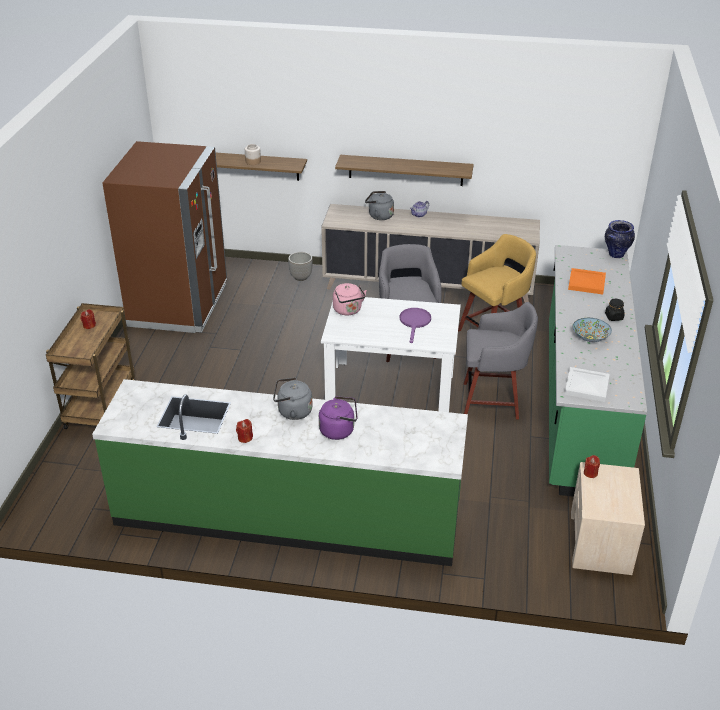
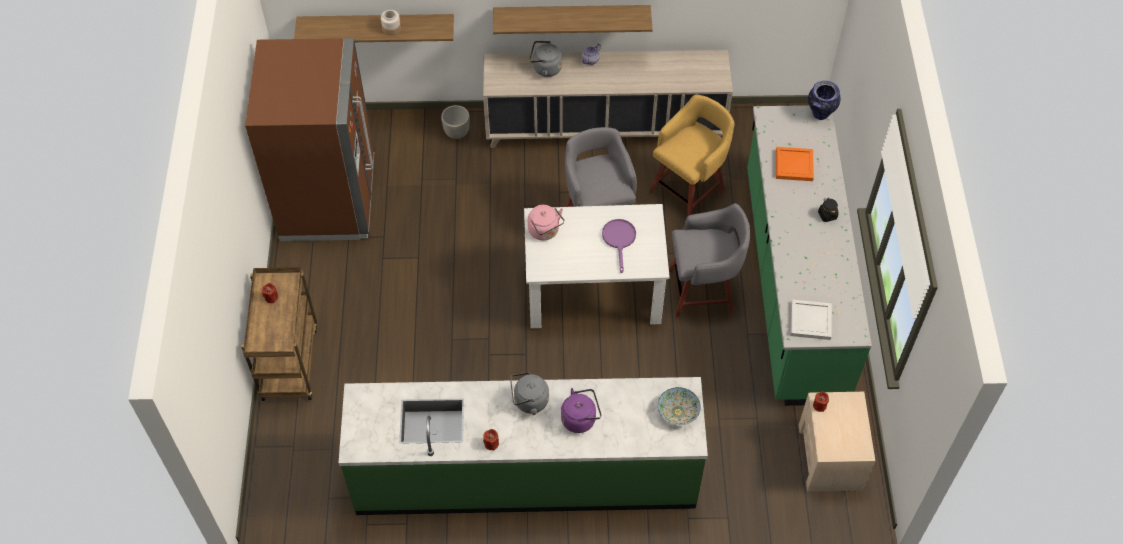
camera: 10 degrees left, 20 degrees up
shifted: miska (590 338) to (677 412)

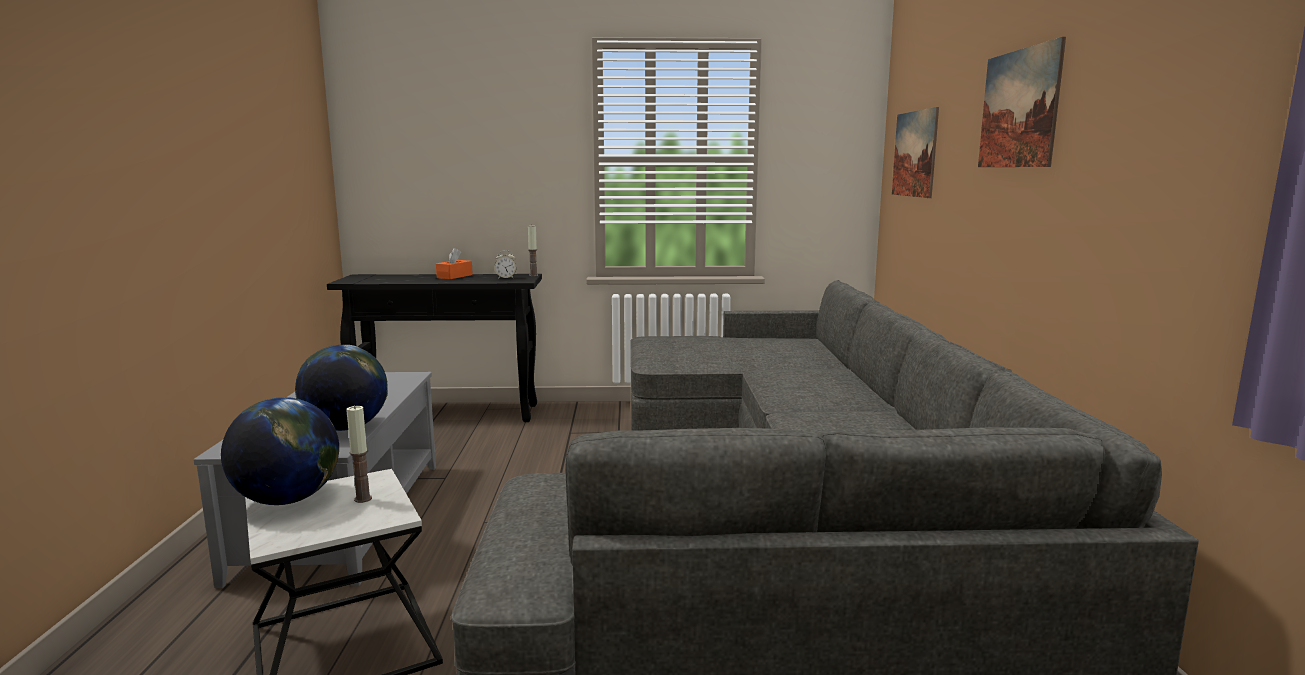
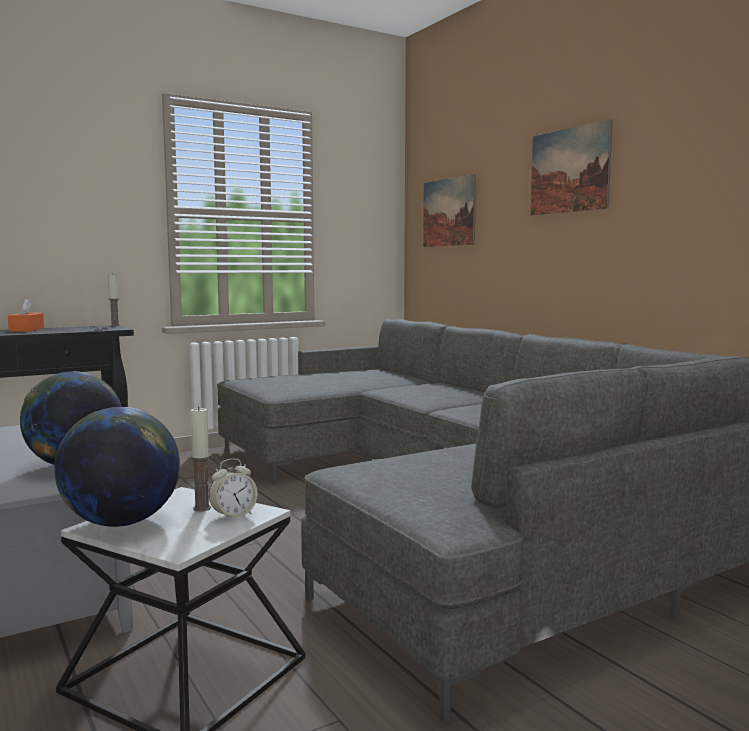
camera: 30 degrees left, 5 degrees down
shifted: budzik (506 278) to (233 515)

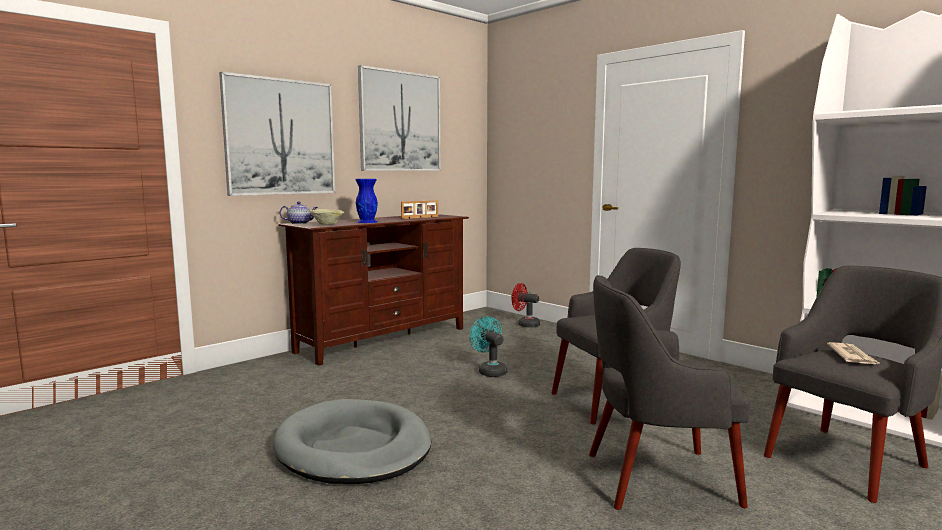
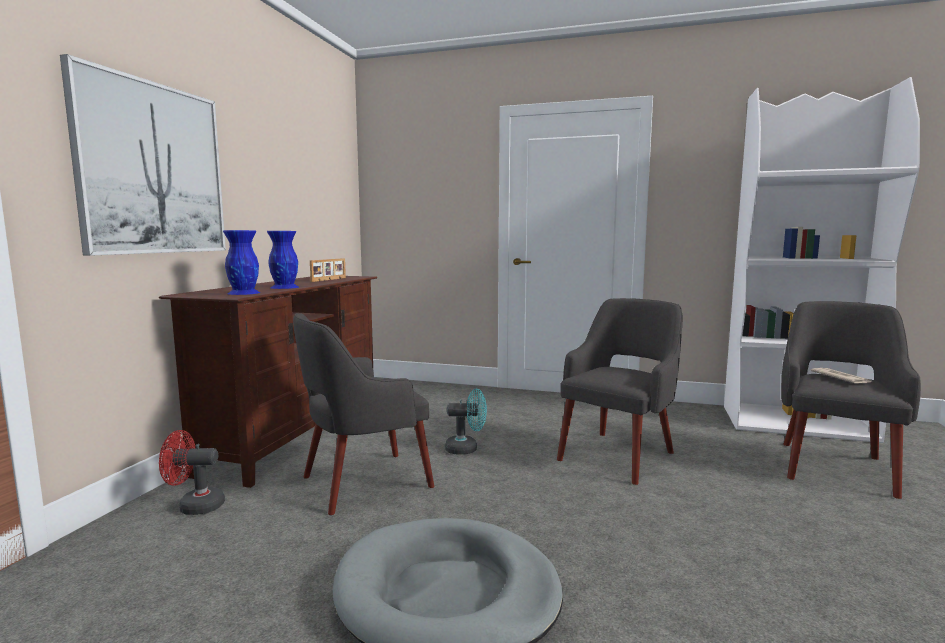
camera: 30 degrees left, 0 degrees up
gone: obraz (400 121); imbryk (300 223)
shifted: fotel/szary (657 478) to (364 482); wentylator/czerwony (525 324) to (194 506)
swapped: miska/beżowy (328 224) to wazon/niebieski (244 293)
rotated: wentylator/turkusowy (489 371) = (466 449) 150 degrees clockwise

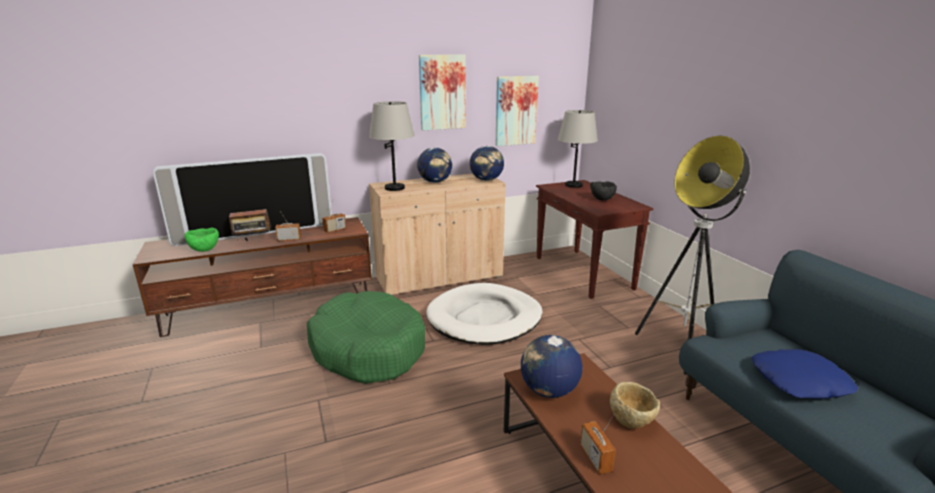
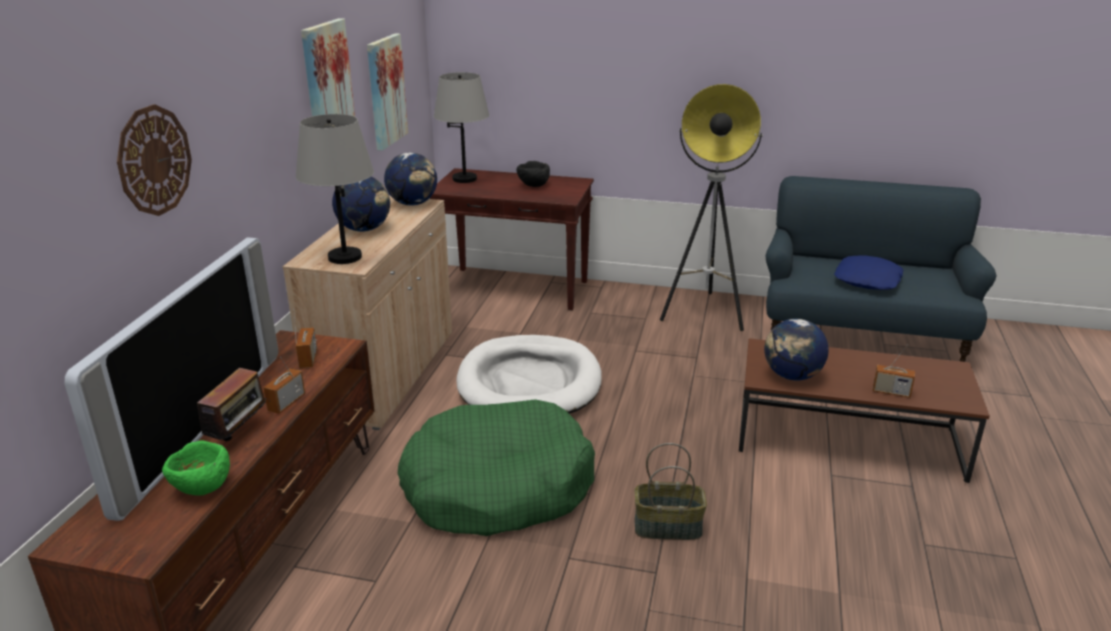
camera: 55 degrees left, 5 degrees up
gone: miska/beżowy (632 421)
new: zegar ścienny (154 160); koszyk (668 527)

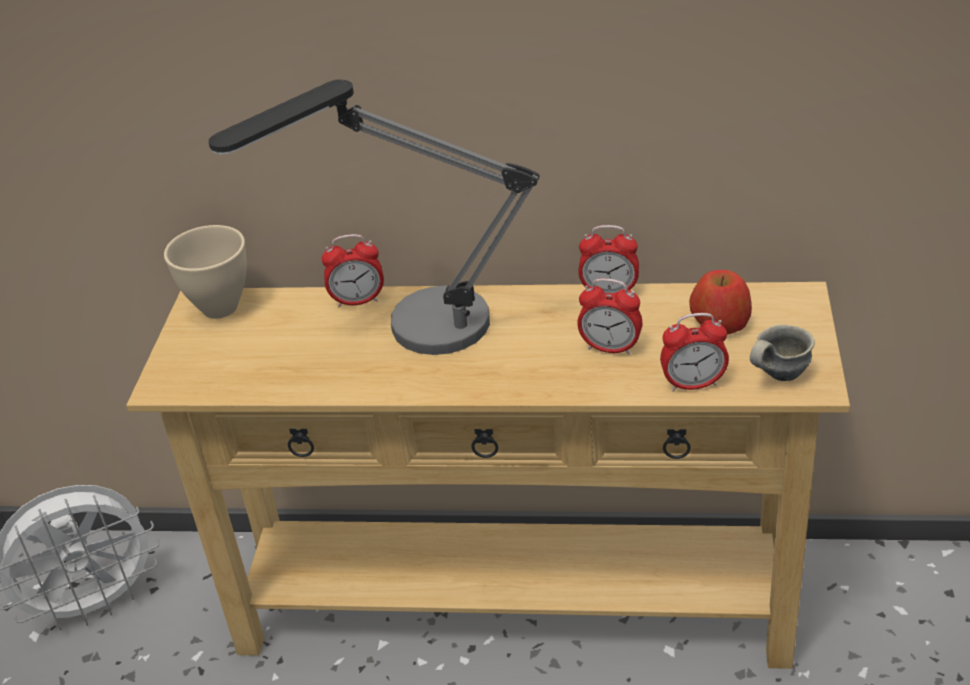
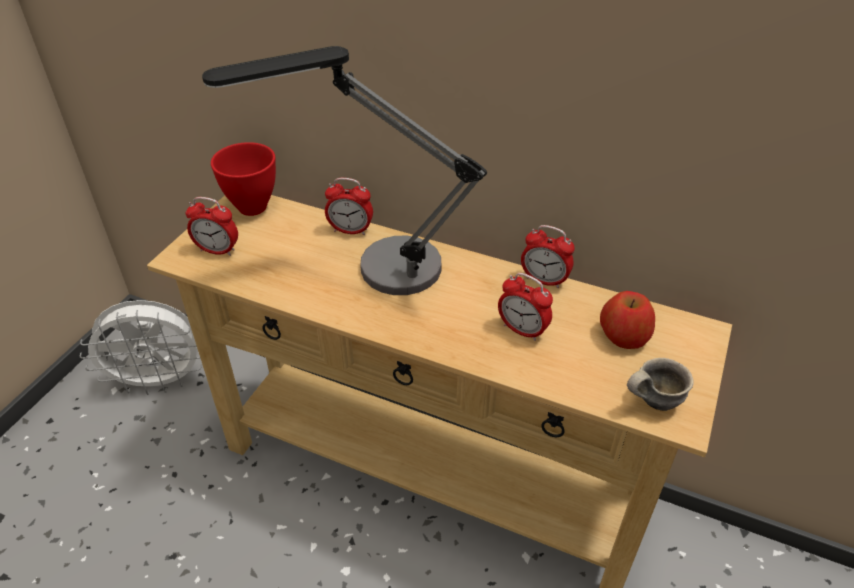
camera: 15 degrees right, 5 degrees up
shifted: budzik (693 384) to (218 250)
repainted: miska/beżowy (220 306) to miska/czerwony (253 206)

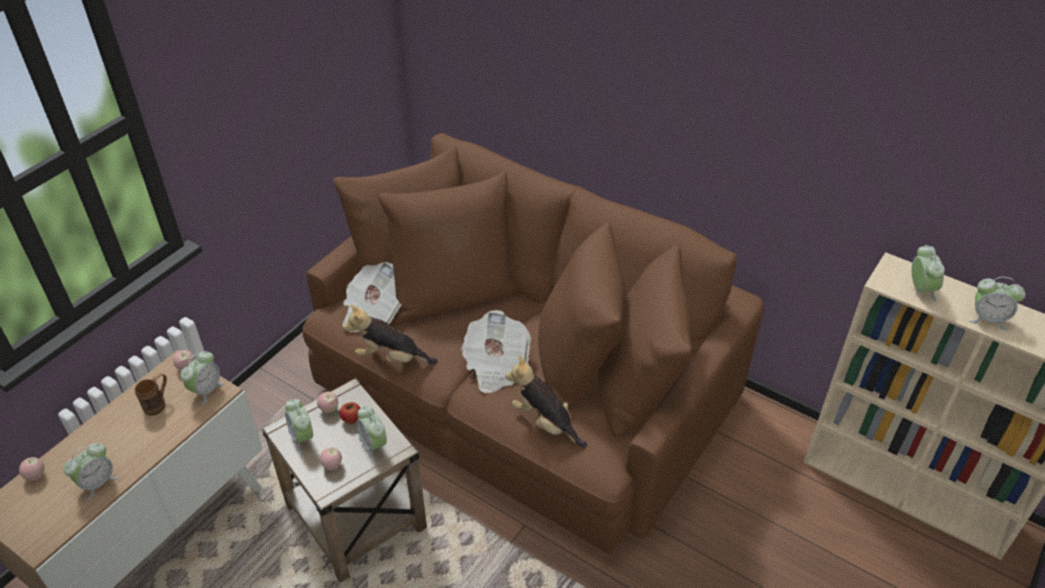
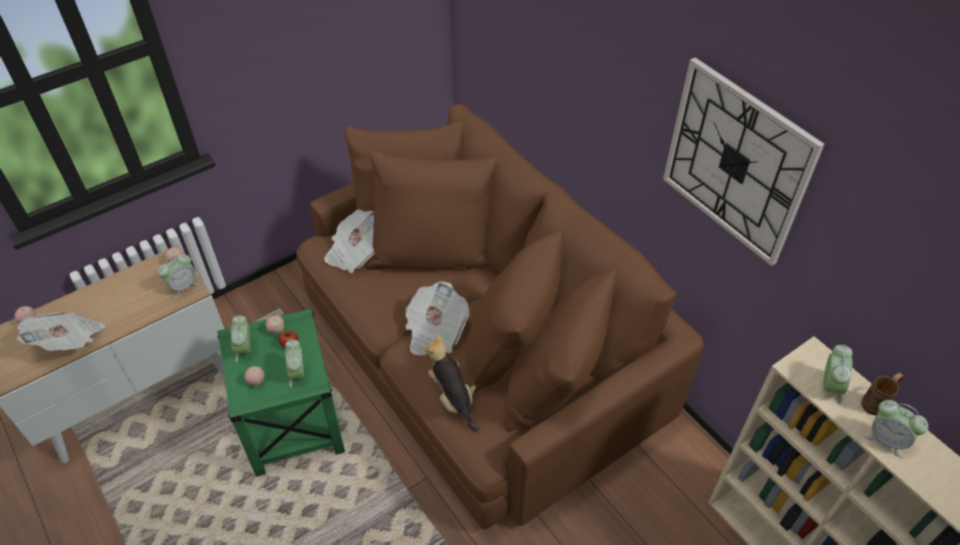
camera: 20 degrees right, 5 degrees up
gone: pluszak (391 357)
new: zegar ścienny (736 162)
shifted: kubek/brązowy (159 404) to (877 402)
swapped: budzik (97 483) to gazeta (69 341)
repainted: stolik/beżowy (356 517) to stolik/zielony (293 424)

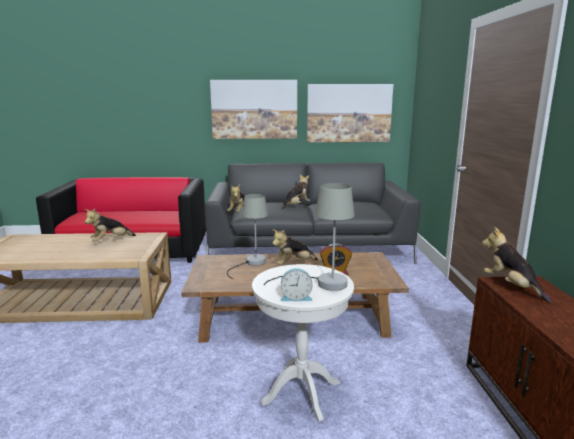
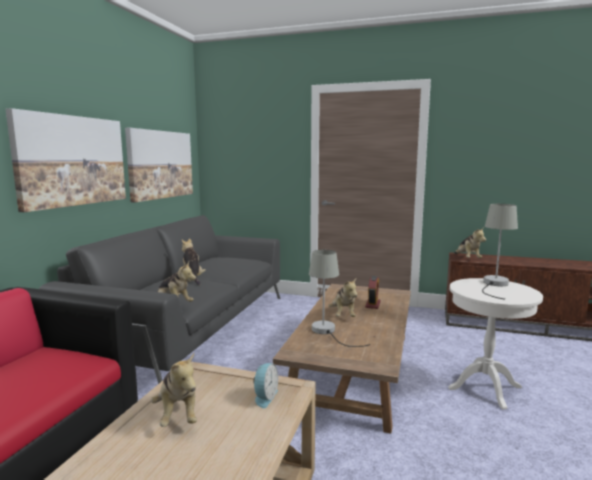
camera: 70 degrees left, 5 degrees down
shifted: budzik (296 297) to (264 397)
rotated: pluszak (511 286) = (467 259) 90 degrees counterclockwise

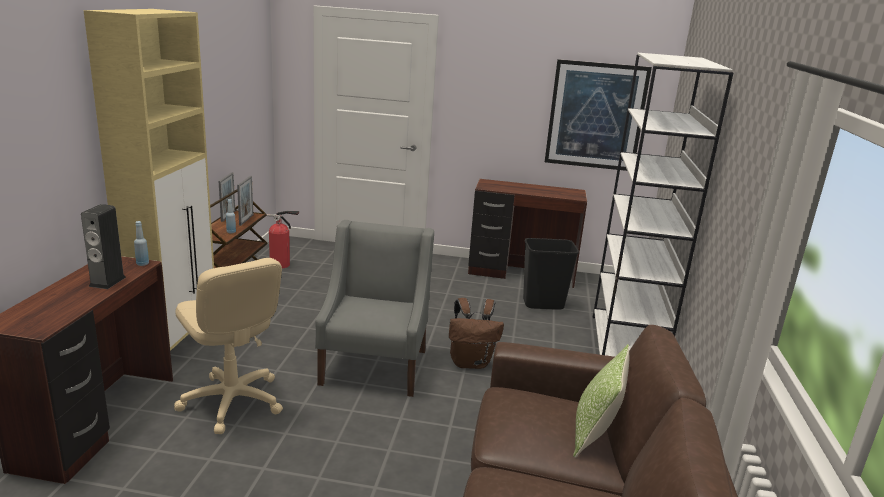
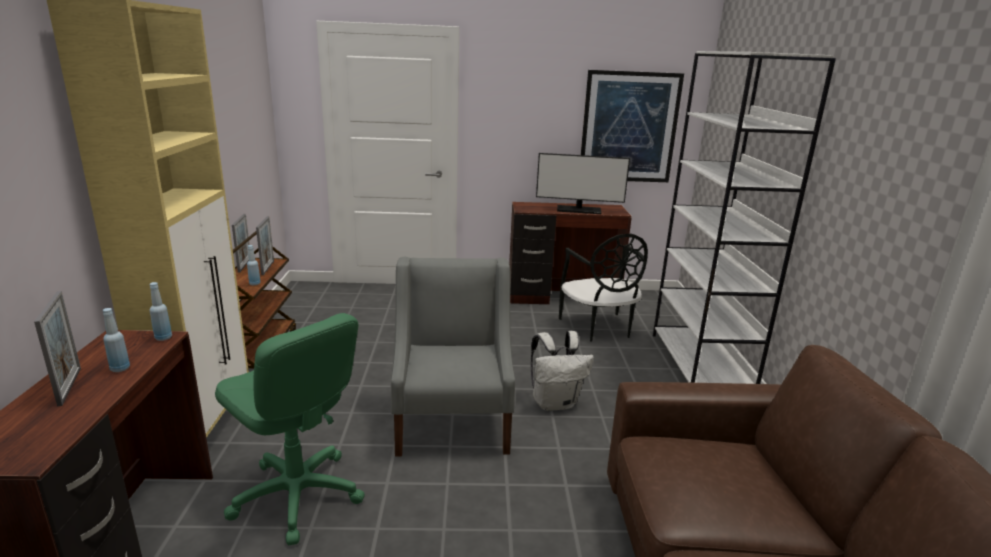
camera: 10 degrees left, 0 degrees up
gone: gaśnica (282 265); poduszka (594 433)
new: monitor (578 210); ramka na zdjęcie (69 386)
swapped: głośnik (107 281) to butelka/niebieski (120 368); kosz na śmieci/czarny (543 305) to krzesło/czarny (598 328)
repainted: krzesło biurowe/beżowy (232 402) to krzesło biurowe/zielony (297 495); plecak/brązowy (471 362) to plecak/biały (555 403)

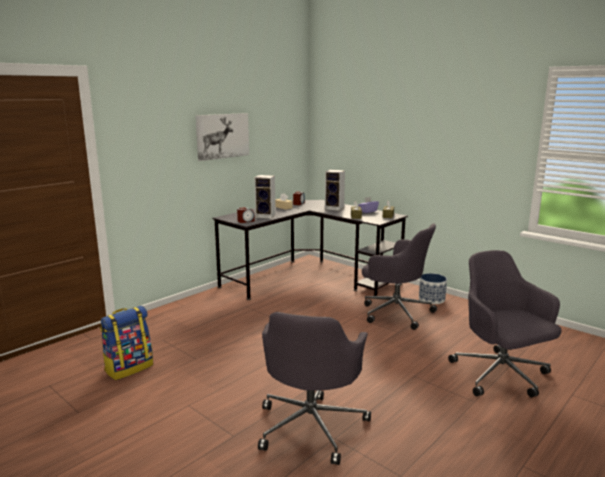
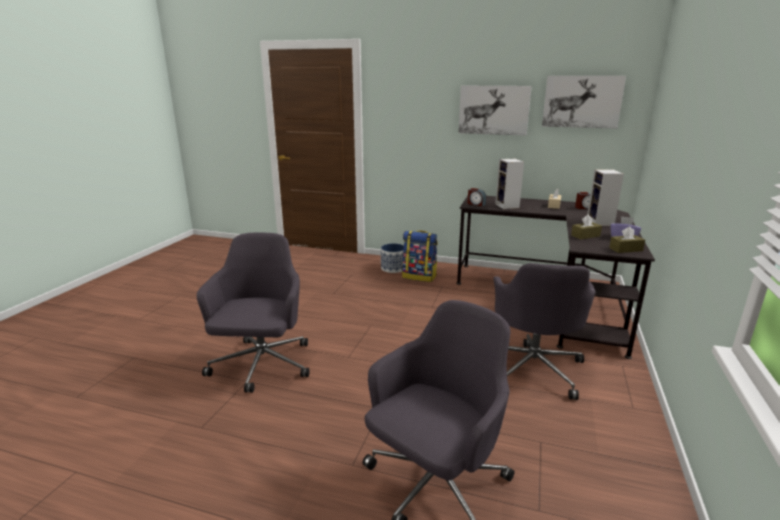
camera: 65 degrees right, 5 degrees up
new: obraz (582 101)
shifted: donica (431 299) to (393 268); plecak (129 368) to (419 276)
rotated: krzesło biurowe/szary (312 425) = (262 366) 105 degrees clockwise

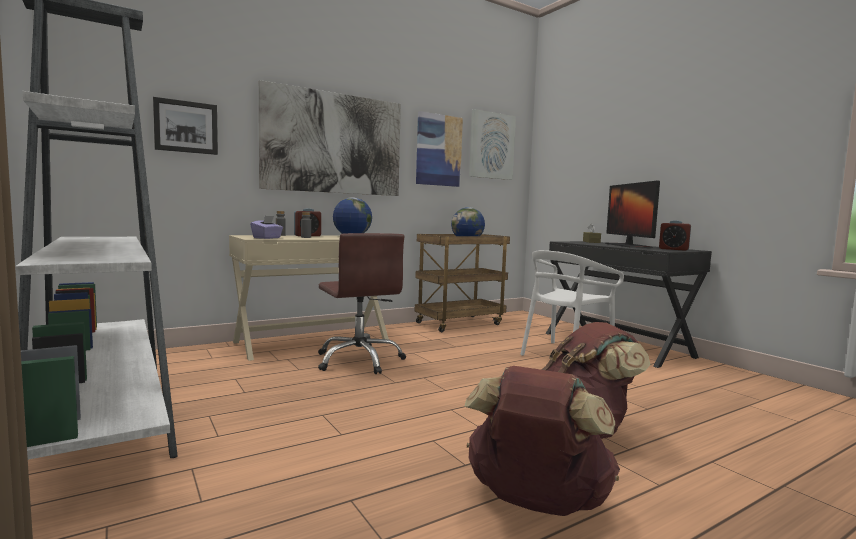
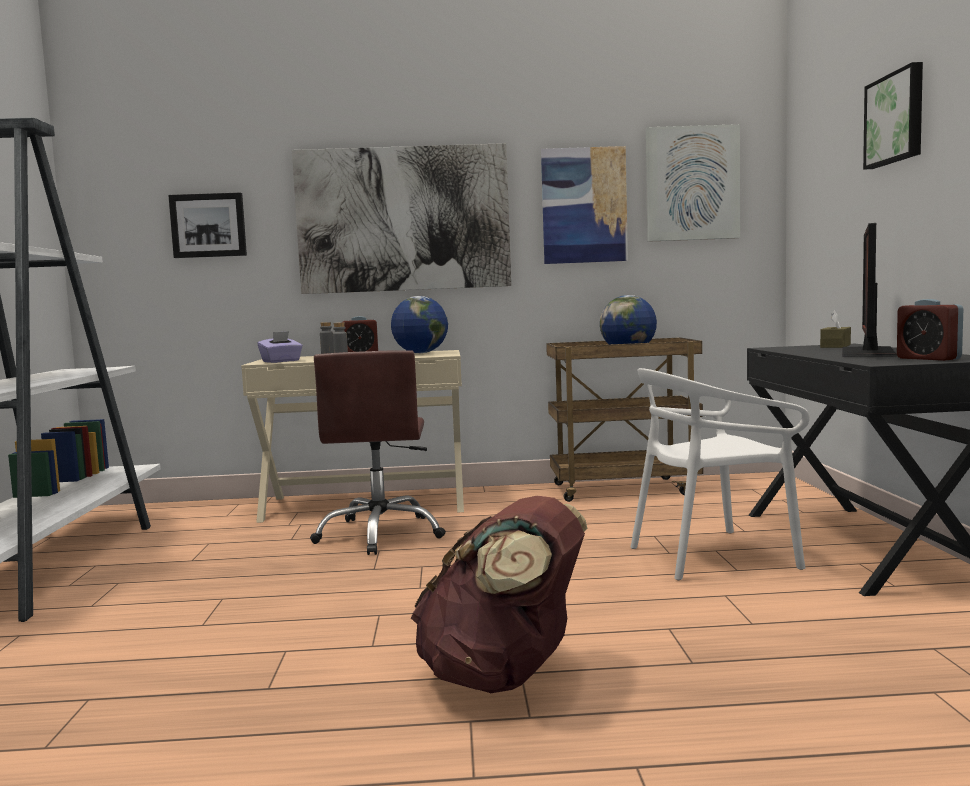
camera: 30 degrees right, 0 degrees up
gone: plecak/brązowy (535 503)
new: obraz (896 118)

